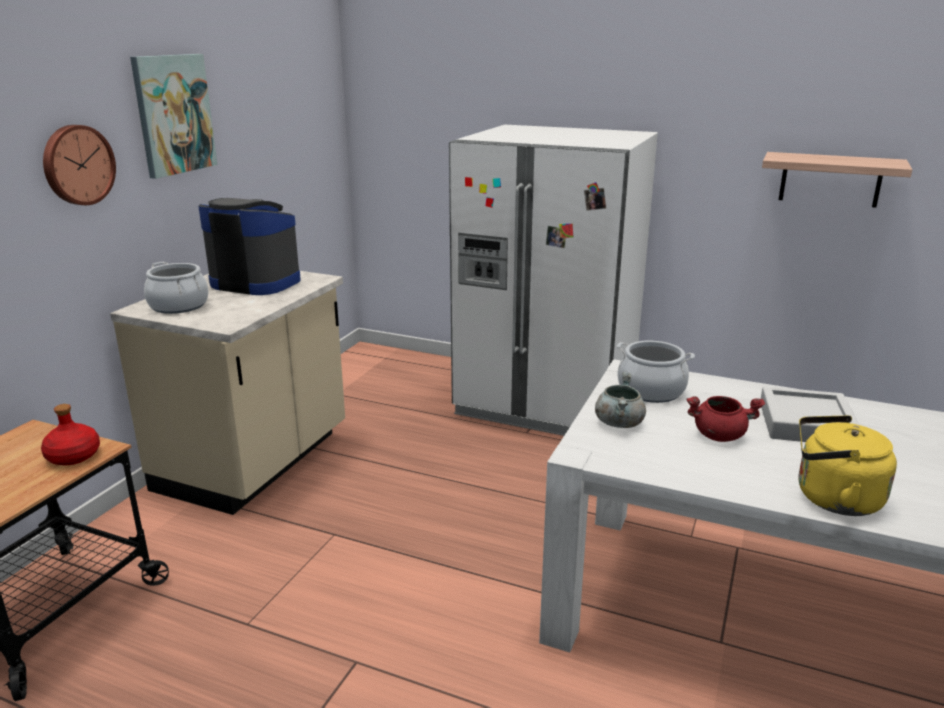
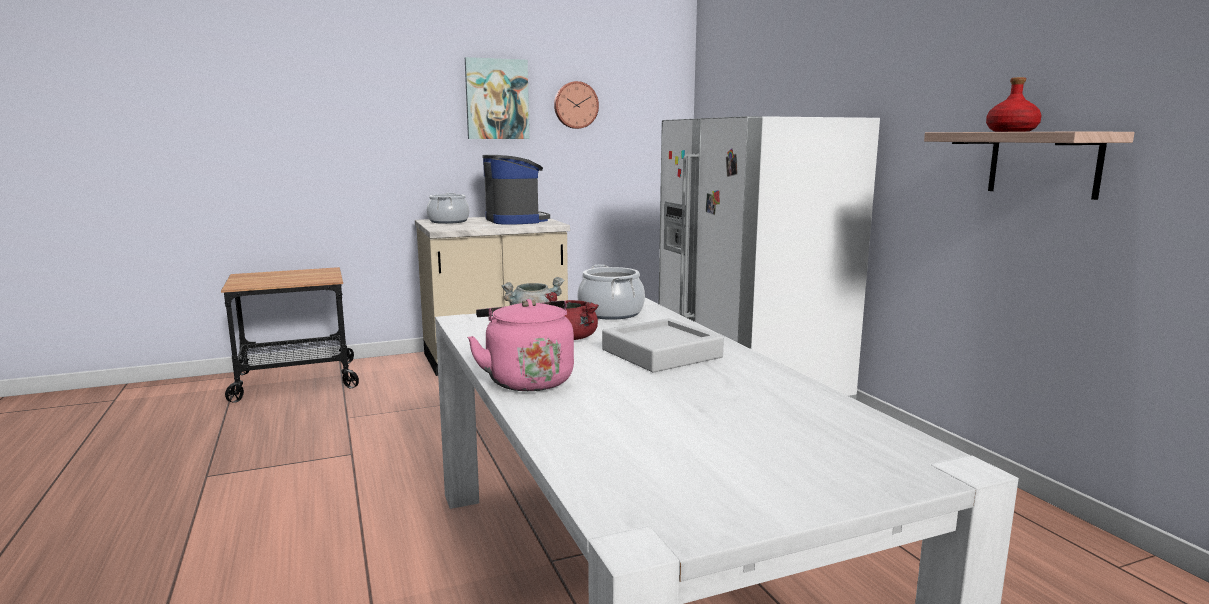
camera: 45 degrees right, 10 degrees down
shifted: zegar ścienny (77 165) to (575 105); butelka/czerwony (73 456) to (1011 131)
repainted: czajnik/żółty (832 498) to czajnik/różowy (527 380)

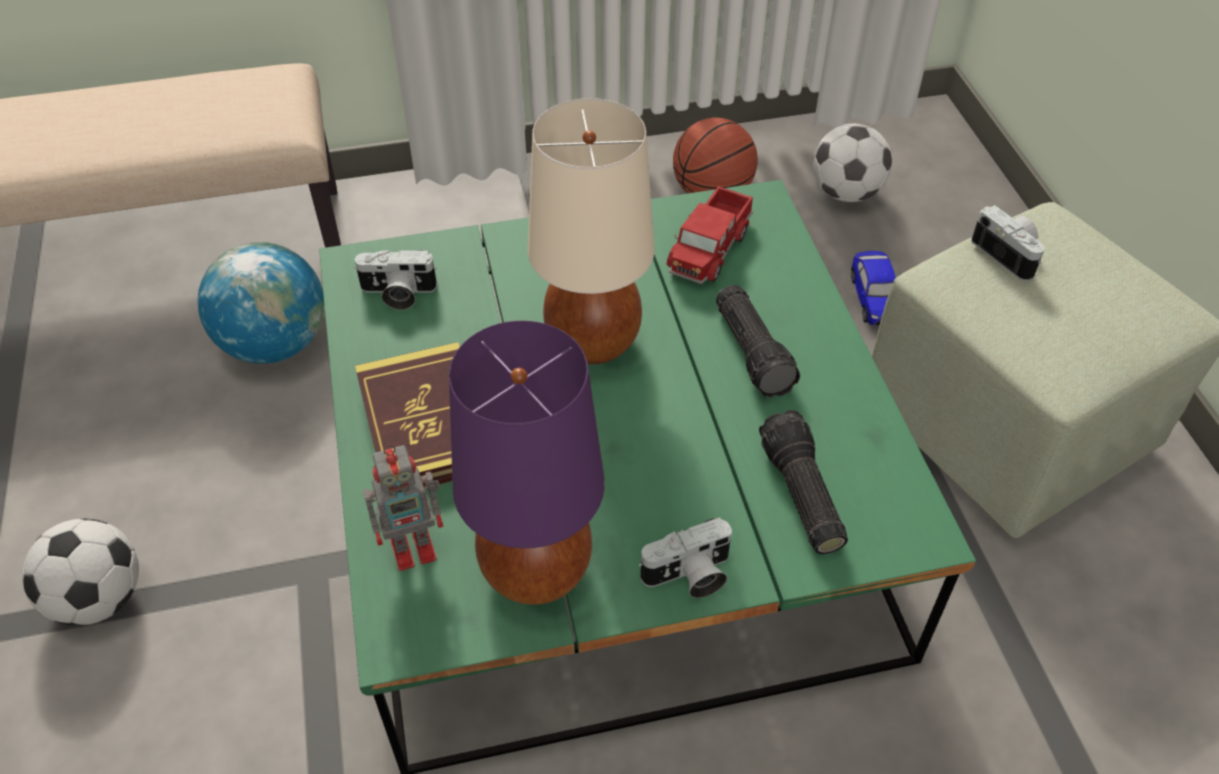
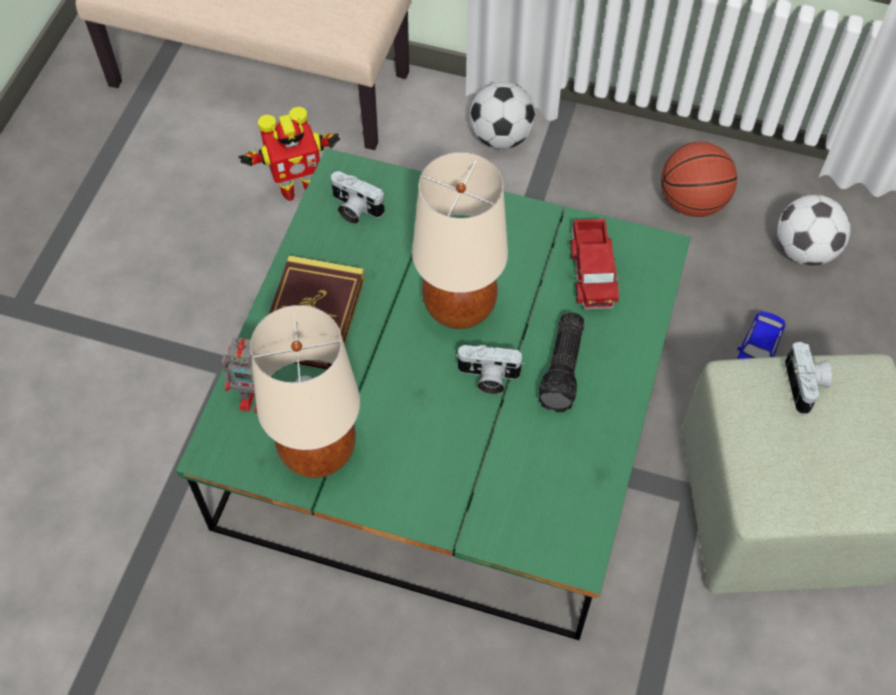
camera: 30 degrees right, 10 degrees up
gone: latarka (798 494)
shifted: aparat fotograficzny (689 576) to (488 377); piłka futbolowa (99 599) to (501 137)
swapped: globus (275 344) to robot zabawkowy (296 187)
repainted: lampa stołowa/fioletowy (534 570) to lampa stołowa/beżowy (317 451)
rotated: ciężarówka zabawkowa (710 249) = (592 272) 60 degrees counterclockwise

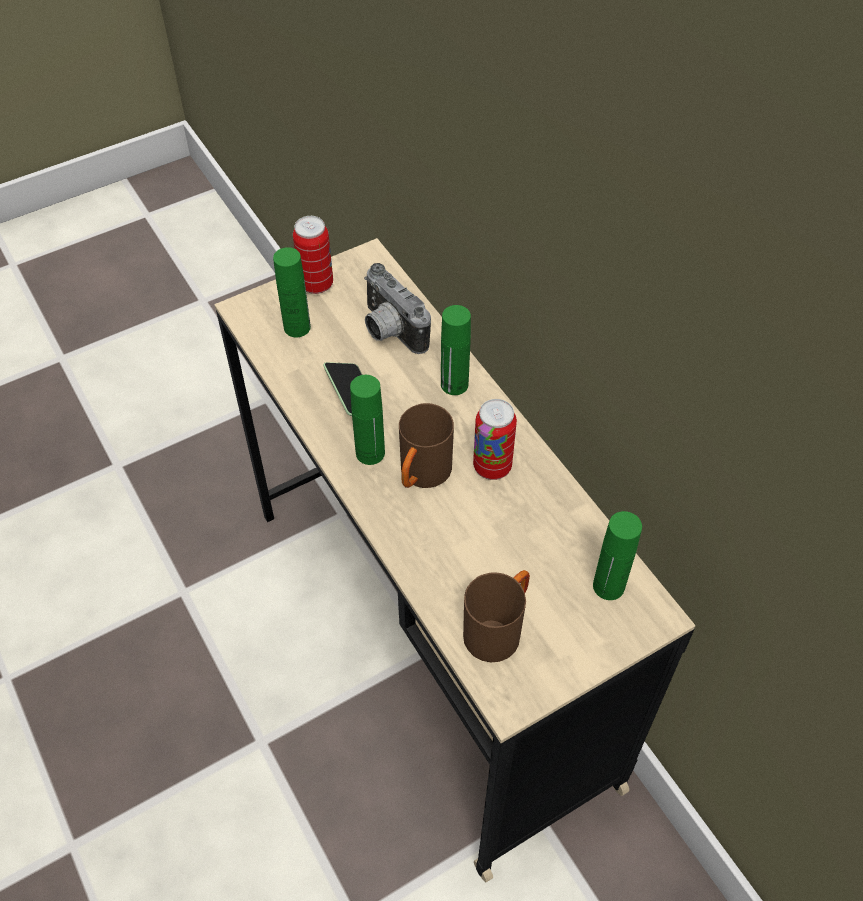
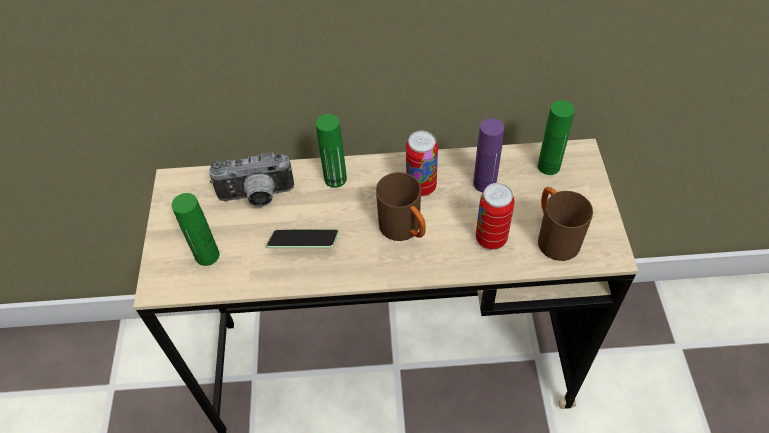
camera: 60 degrees left, 0 degrees up
gone: butelka/zielony (370 453)
new: butelka/fioletowy (484 183)
shifted: puszka (316 284) to (491 238)

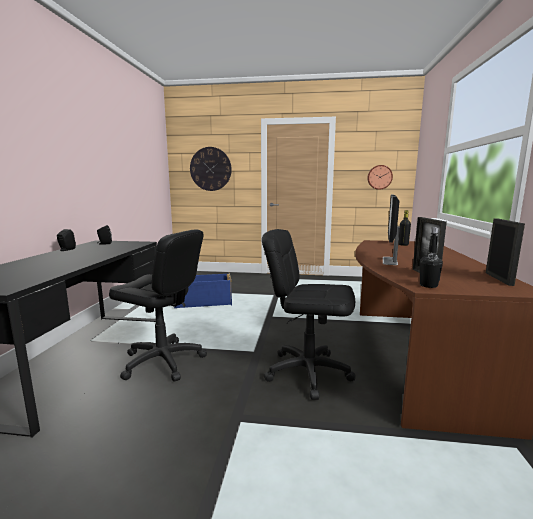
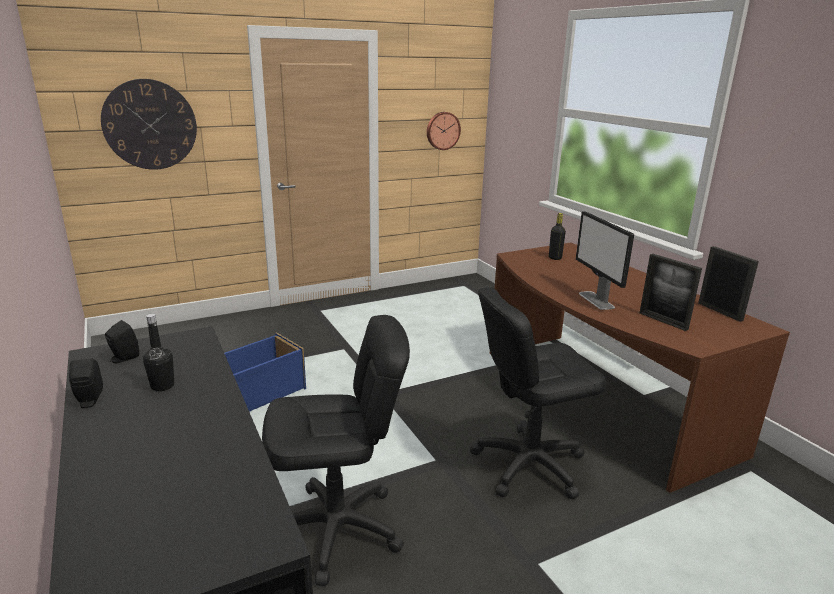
camera: 35 degrees left, 10 degrees up
shifted: butelka/czarny (428 285) to (162 386)

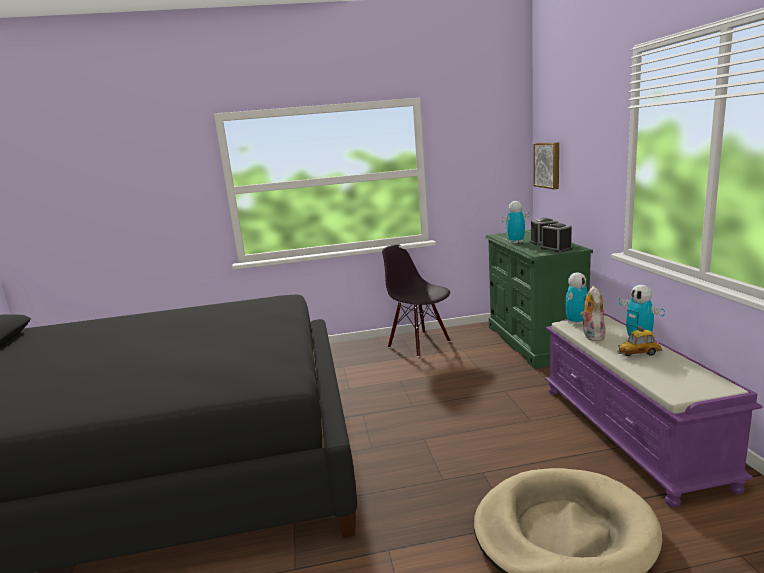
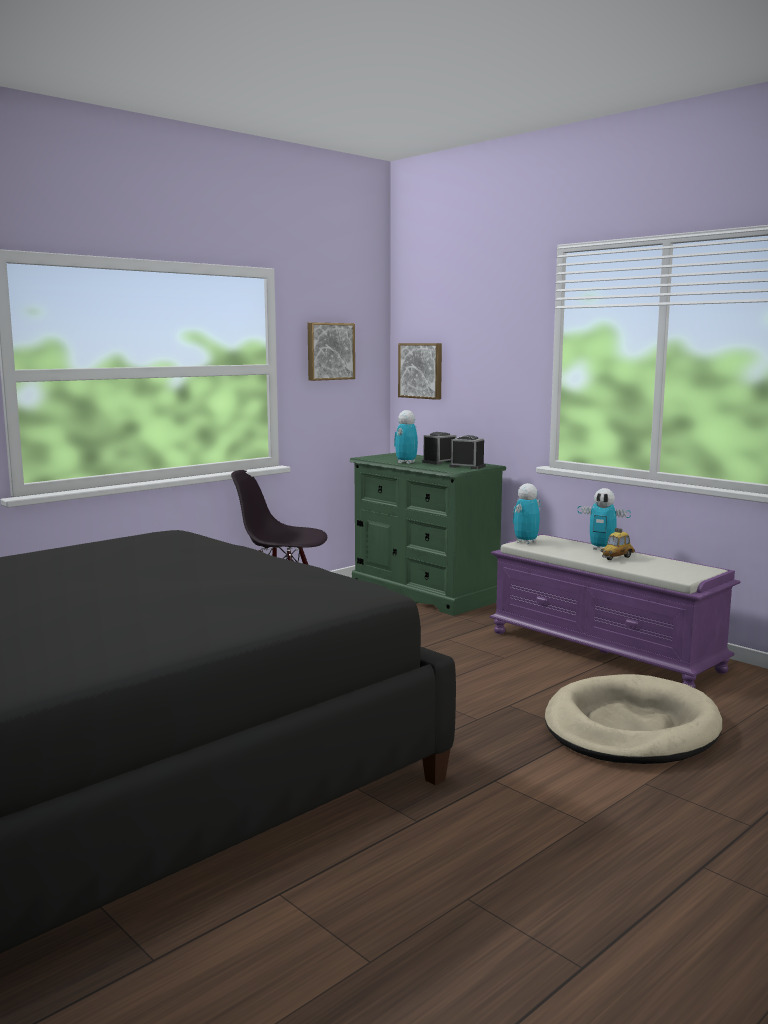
camera: 35 degrees left, 5 degrees down
gone: pluszak (591 336)
new: obraz (329 351)
rotated: robot zabawkowy (576 322) = (525 542) 150 degrees counterclockwise

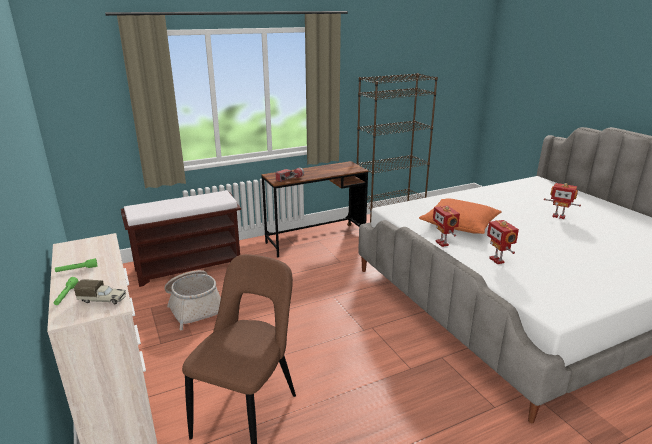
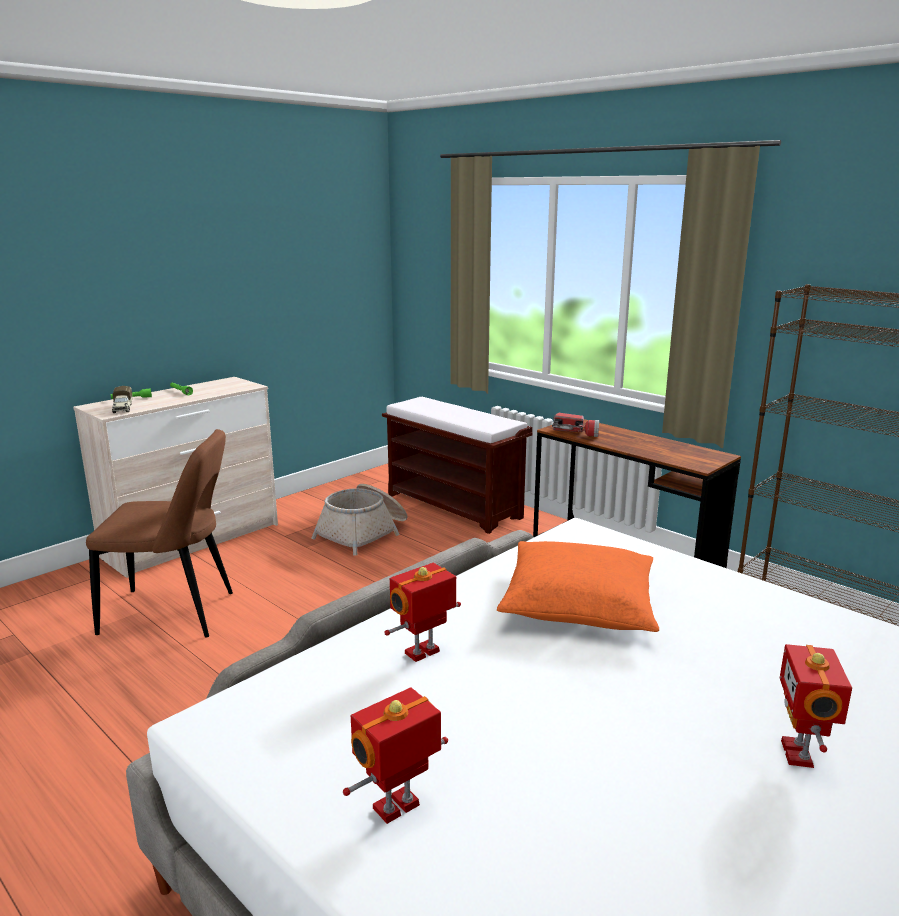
camera: 70 degrees right, 5 degrees down
shifted: robot zabawkowy (442 243) to (398 808)

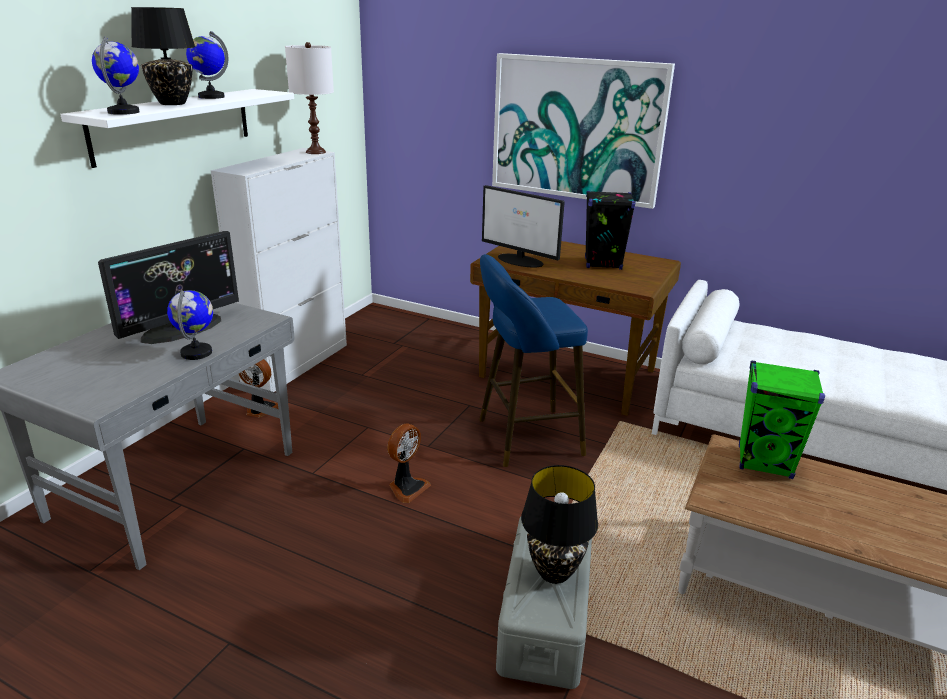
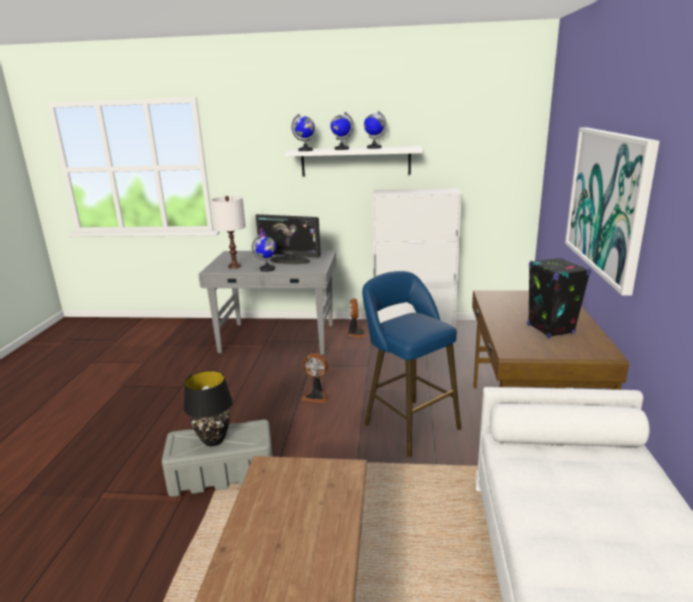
camera: 70 degrees right, 5 degrees down
gone: monitor (520 261); głośnik/zielony (765 462)
shifted: lampa stołowa/biały (315 152) to (234 266)
swapped: lampa stołowa/czarny (173 103) to globus (341 149)

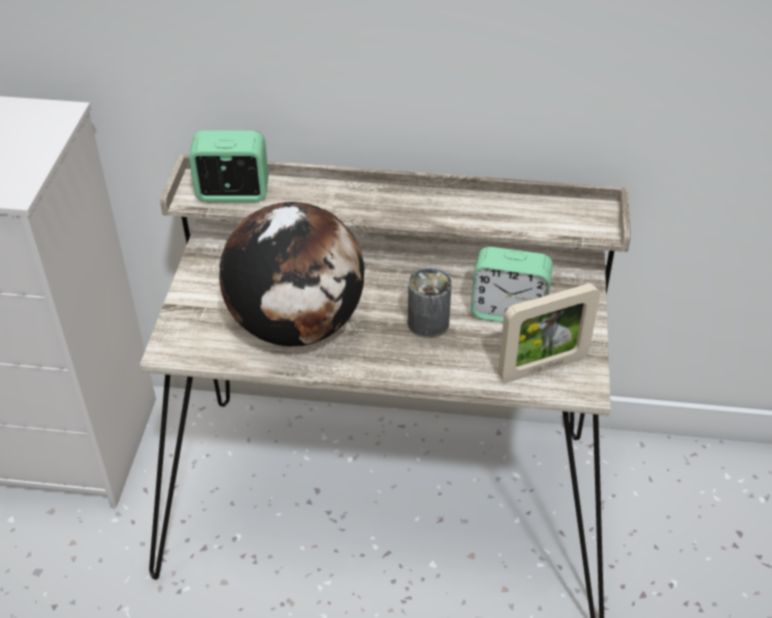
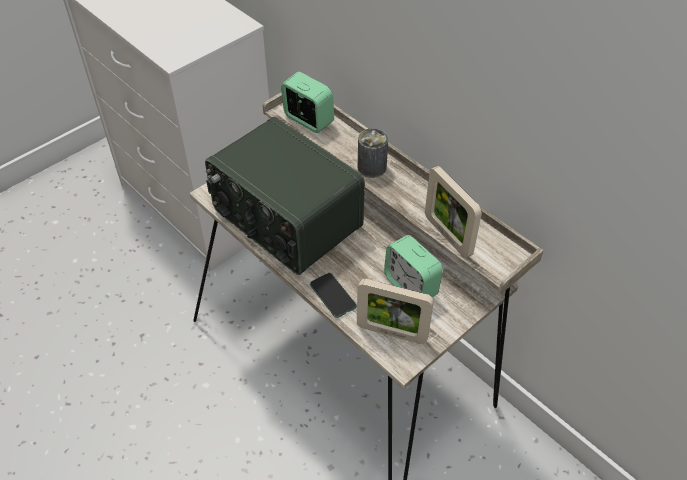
camera: 40 degrees right, 5 degrees up
new: ramka na zdjęcie (447 236); telefon (333 295)
shifted: puszka (428 323) to (372 167)
swapped: globus (297 325) to radio (285 220)

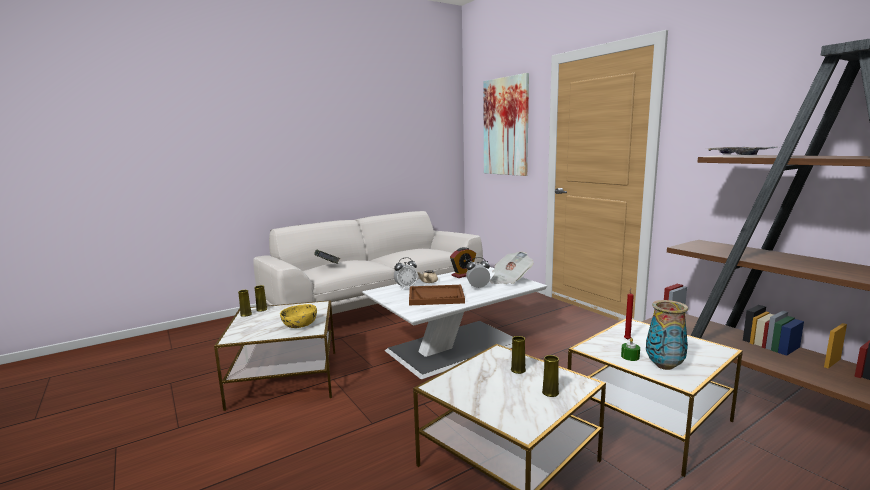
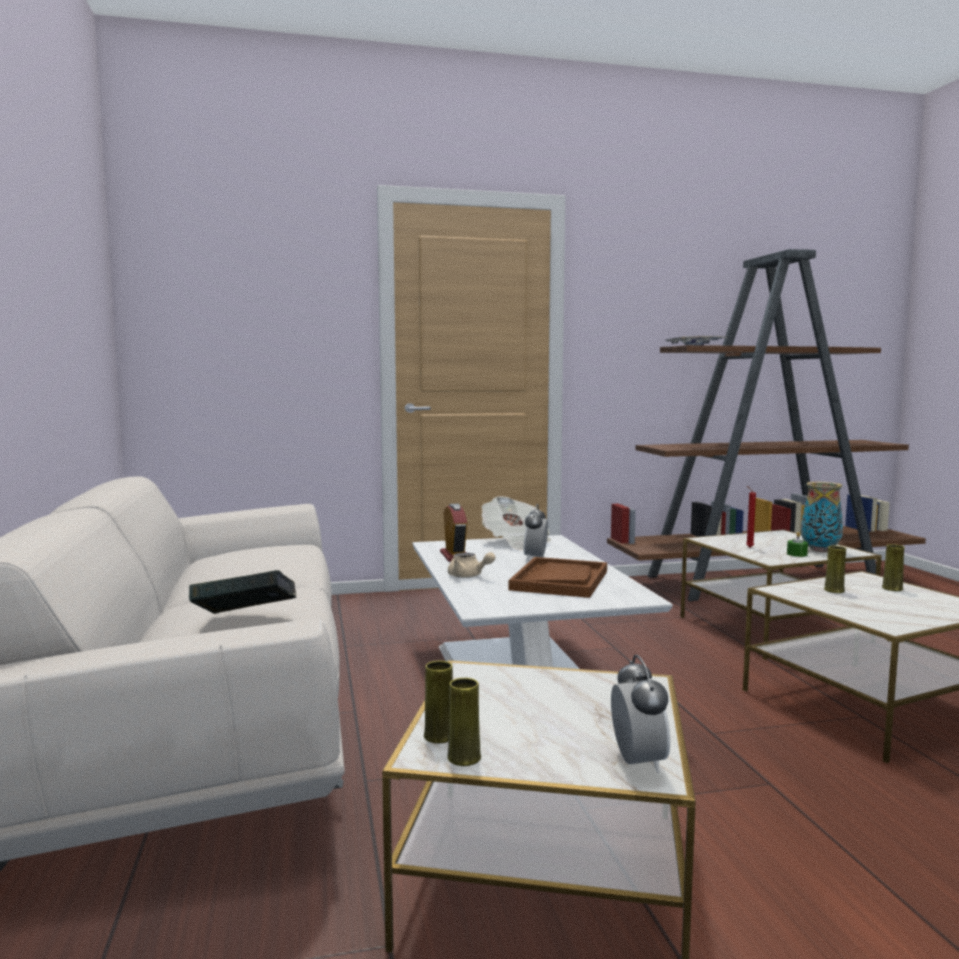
camera: 70 degrees left, 5 degrees down
gone: obraz (506 126); miska/żółty (299 324)
shifted: budzik (406 287) to (638 762)

